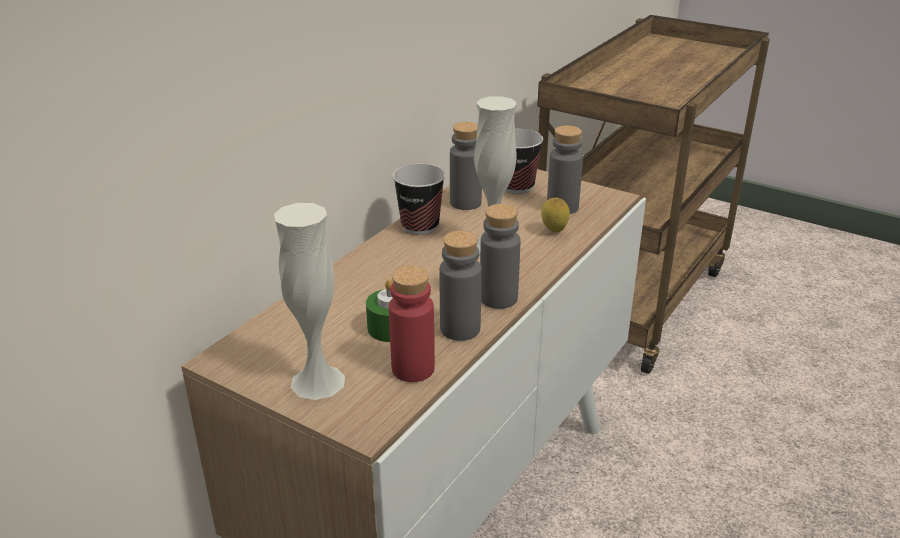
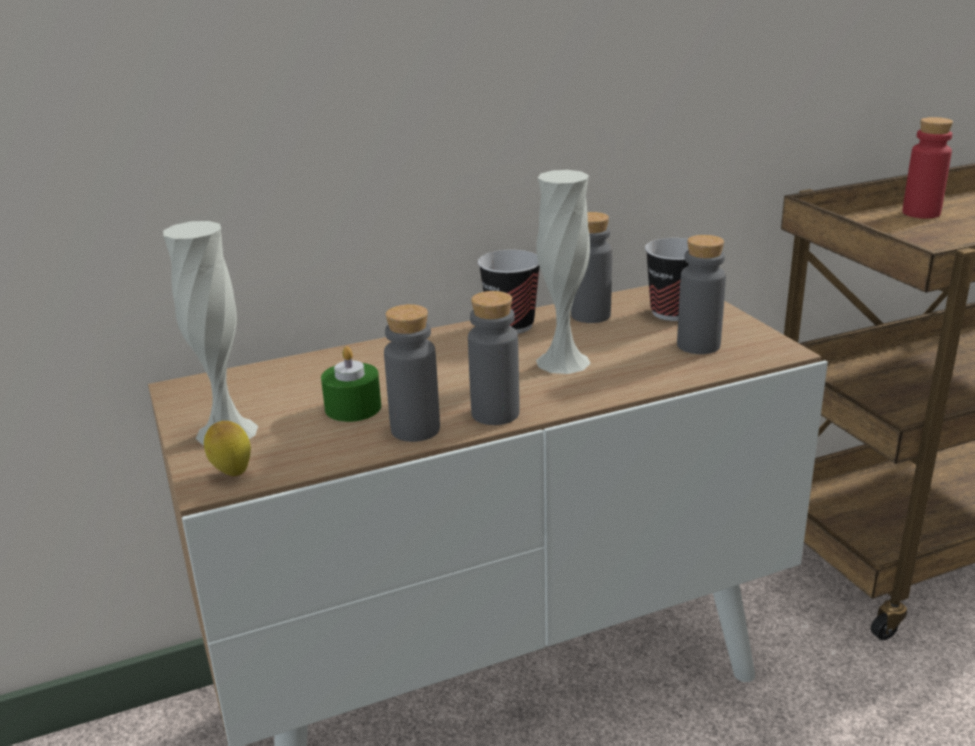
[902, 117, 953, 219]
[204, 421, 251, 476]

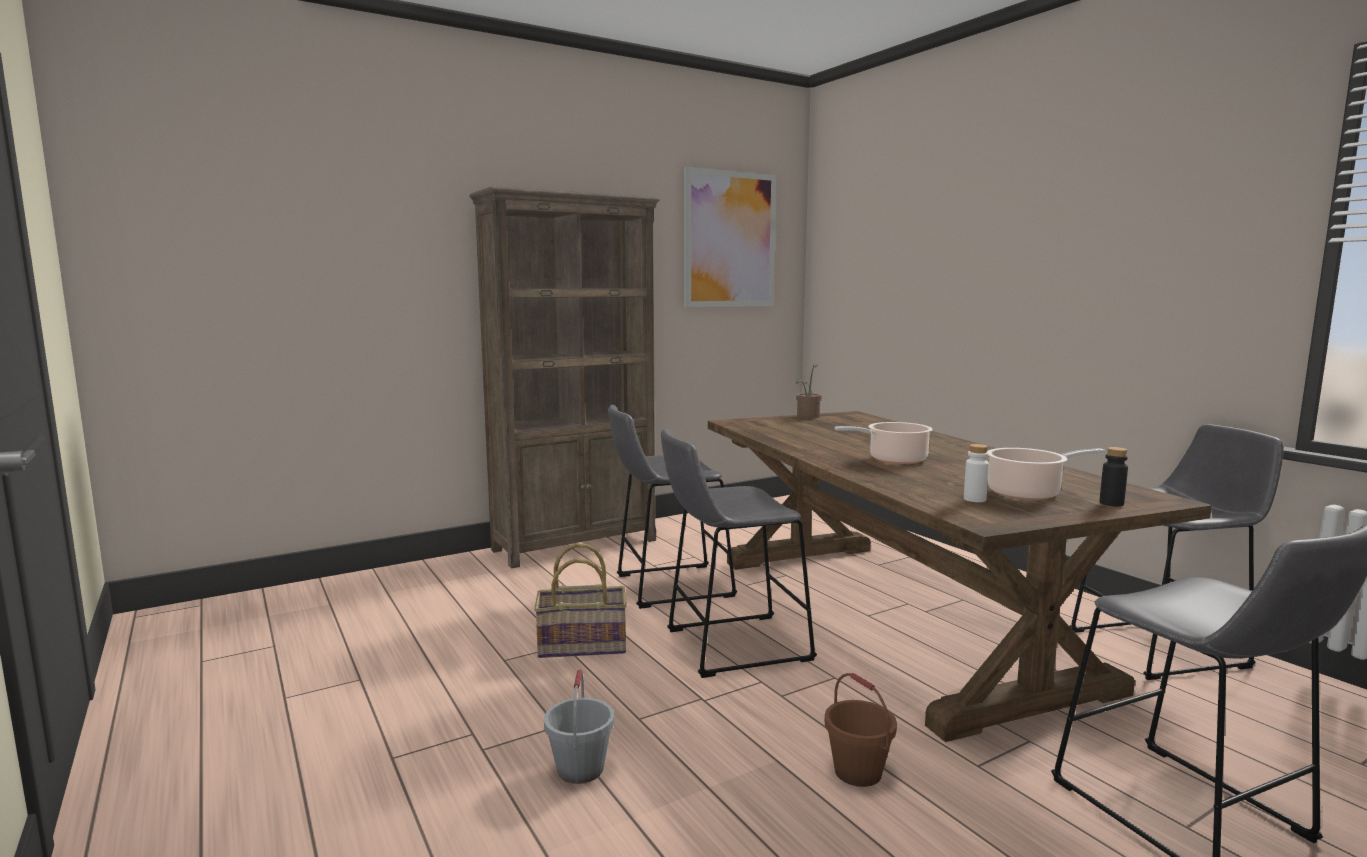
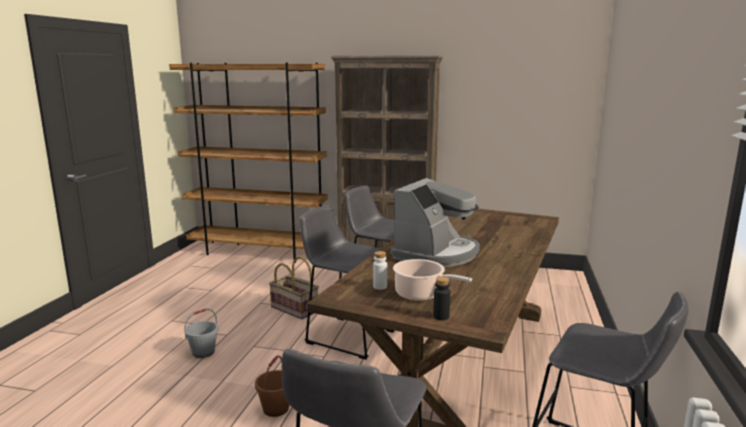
[684, 167, 776, 307] (first image)
[796, 364, 822, 419] (first image)
[391, 178, 480, 267]
[169, 62, 328, 263]

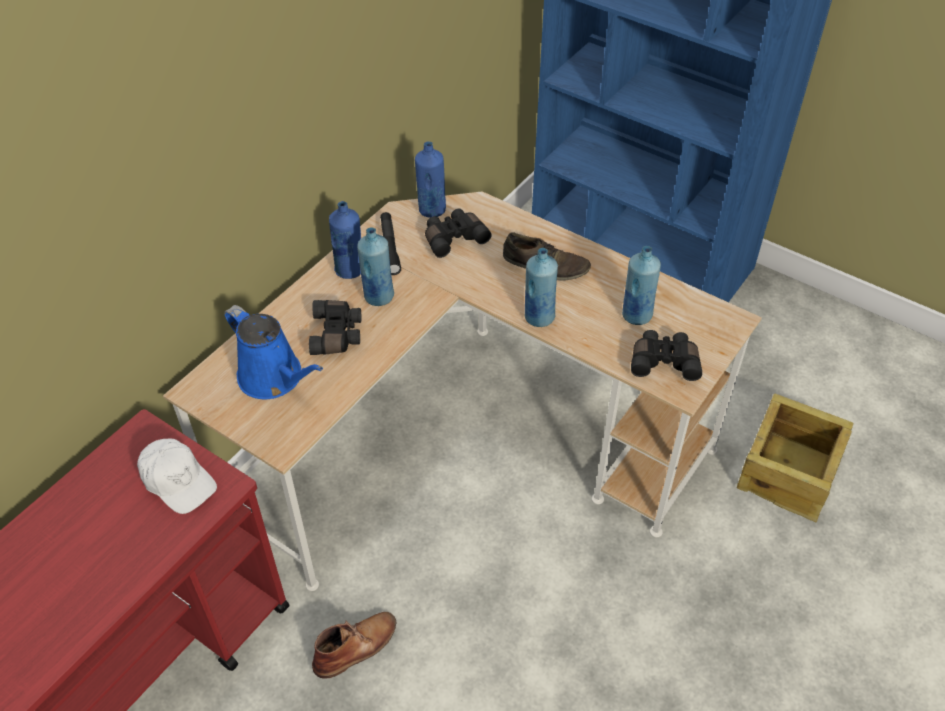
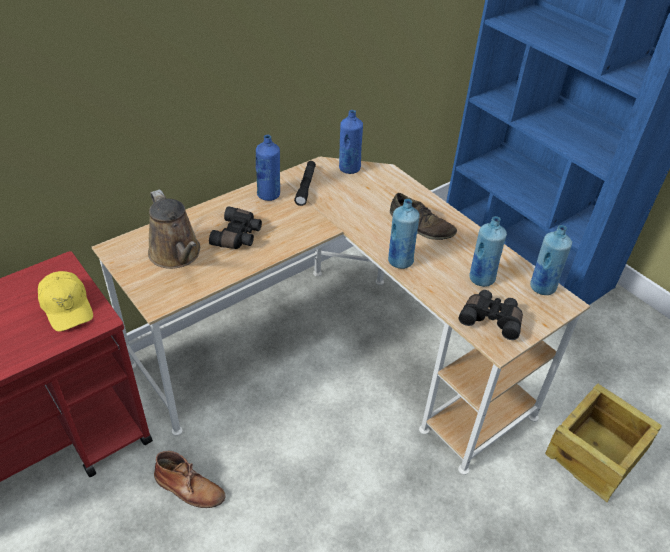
[38, 271, 93, 331]
[148, 189, 200, 269]
[154, 451, 226, 508]
[530, 225, 572, 295]
[425, 209, 492, 258] (first image)

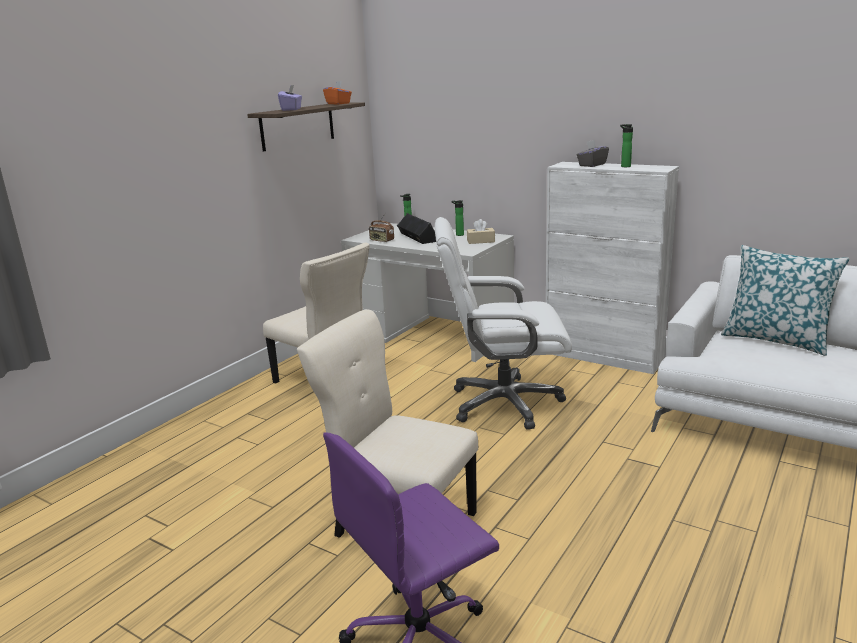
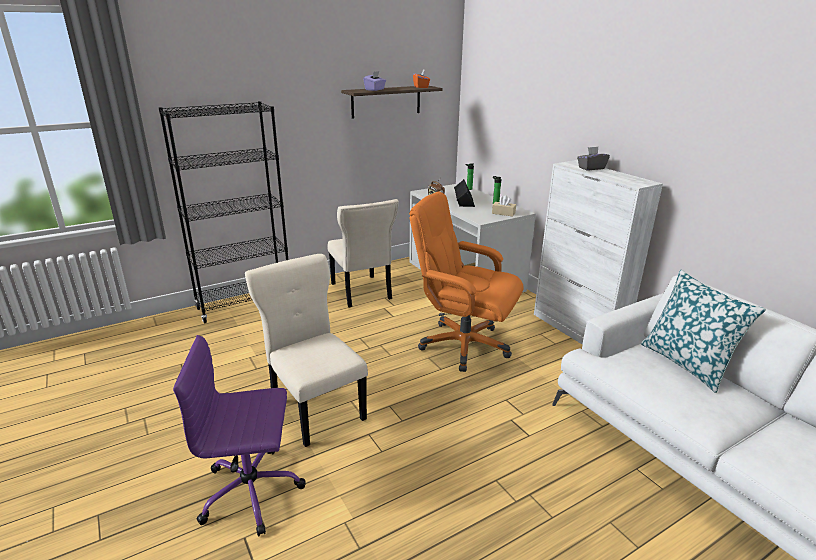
[409, 192, 524, 372]
[620, 124, 633, 167] (first image)
[159, 101, 289, 323]

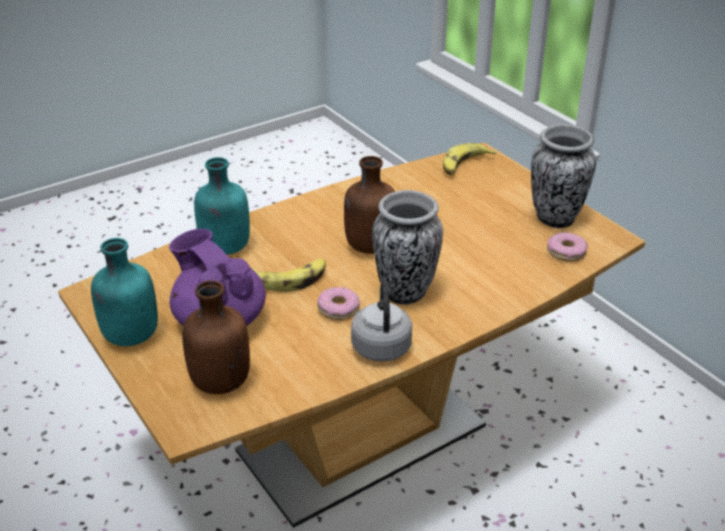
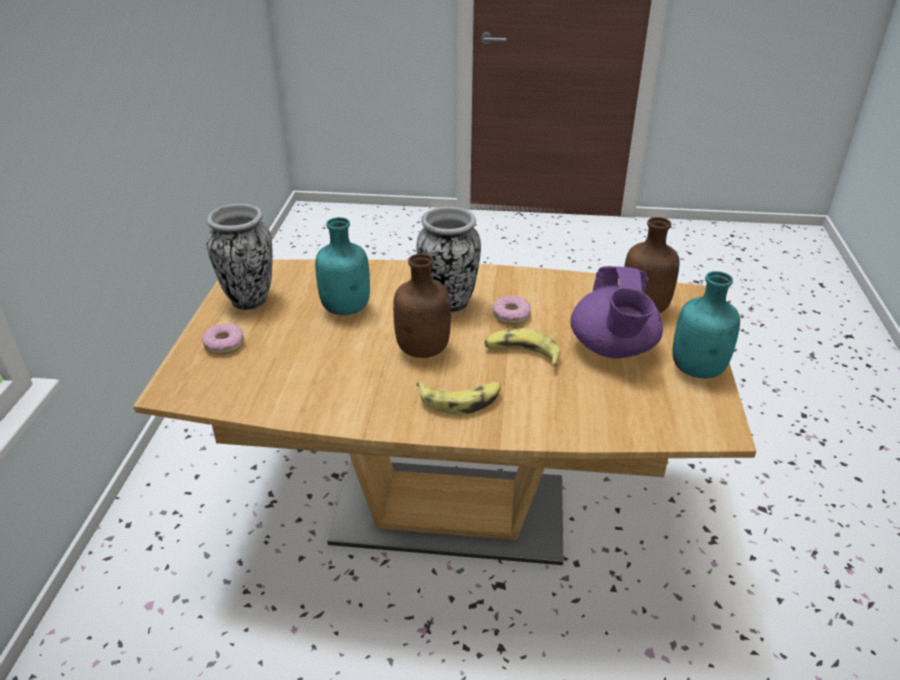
[315, 217, 370, 315]
[351, 281, 412, 362] (first image)
[417, 381, 501, 414]
[202, 324, 244, 355]

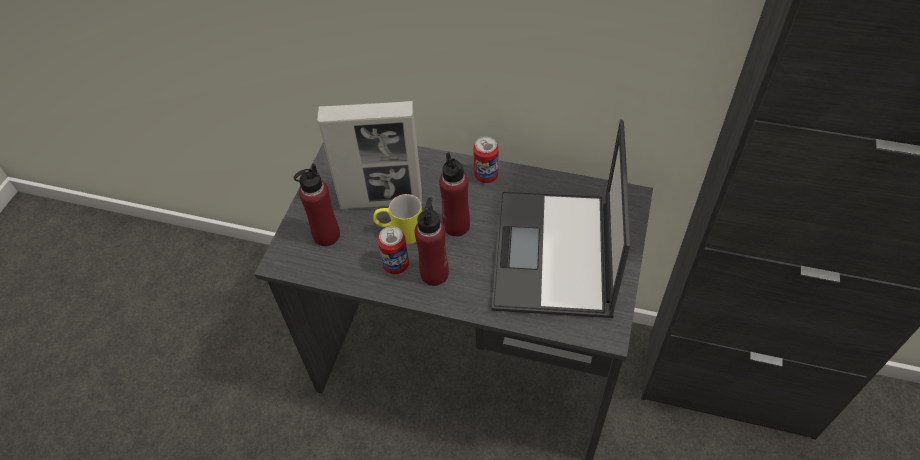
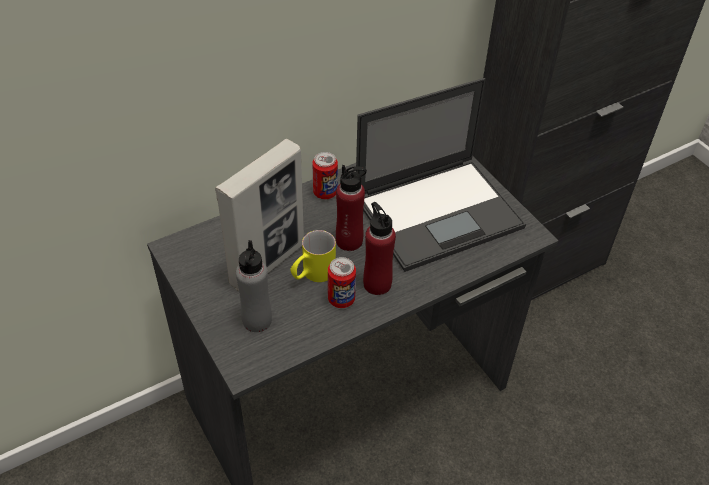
[236, 240, 272, 332]
[356, 78, 526, 272]

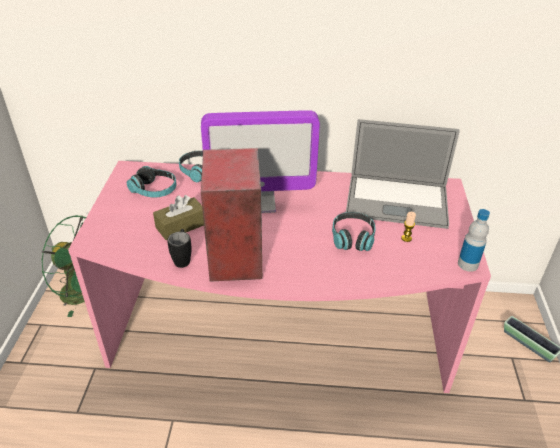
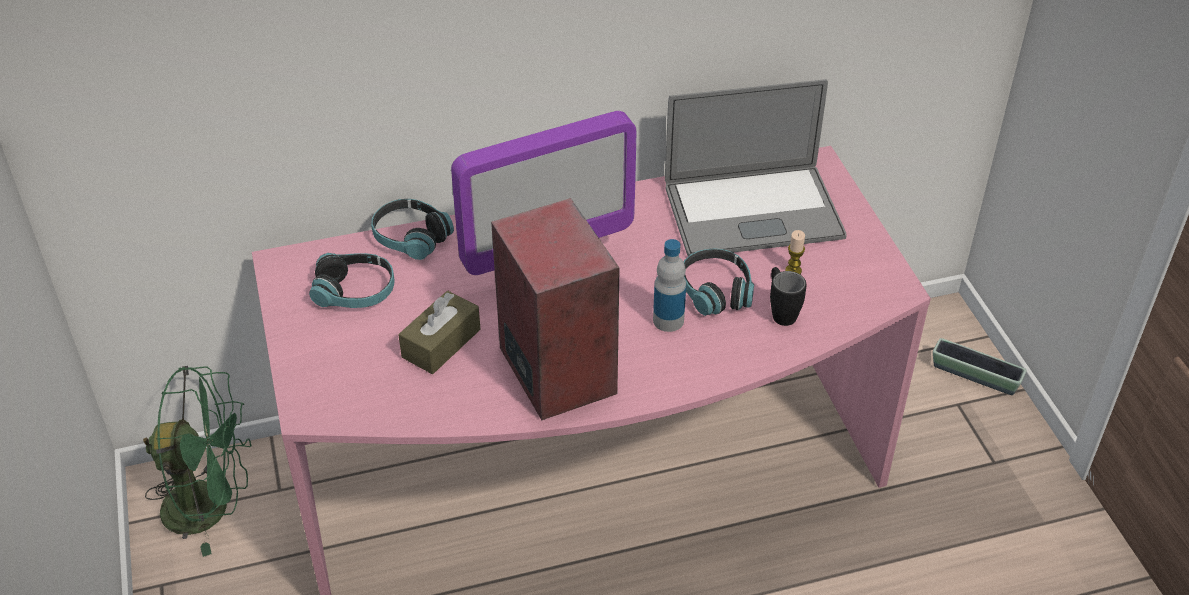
[770, 267, 806, 326]
[653, 239, 686, 332]

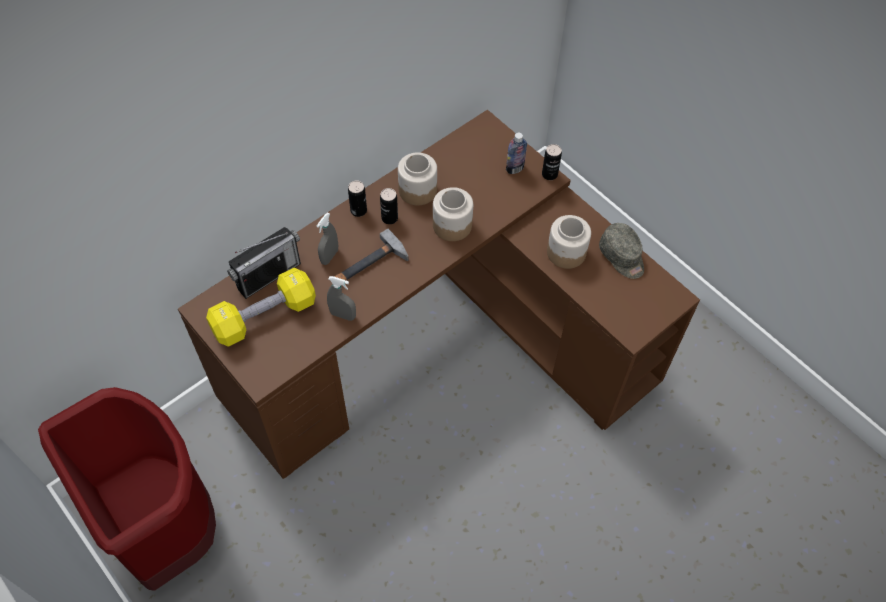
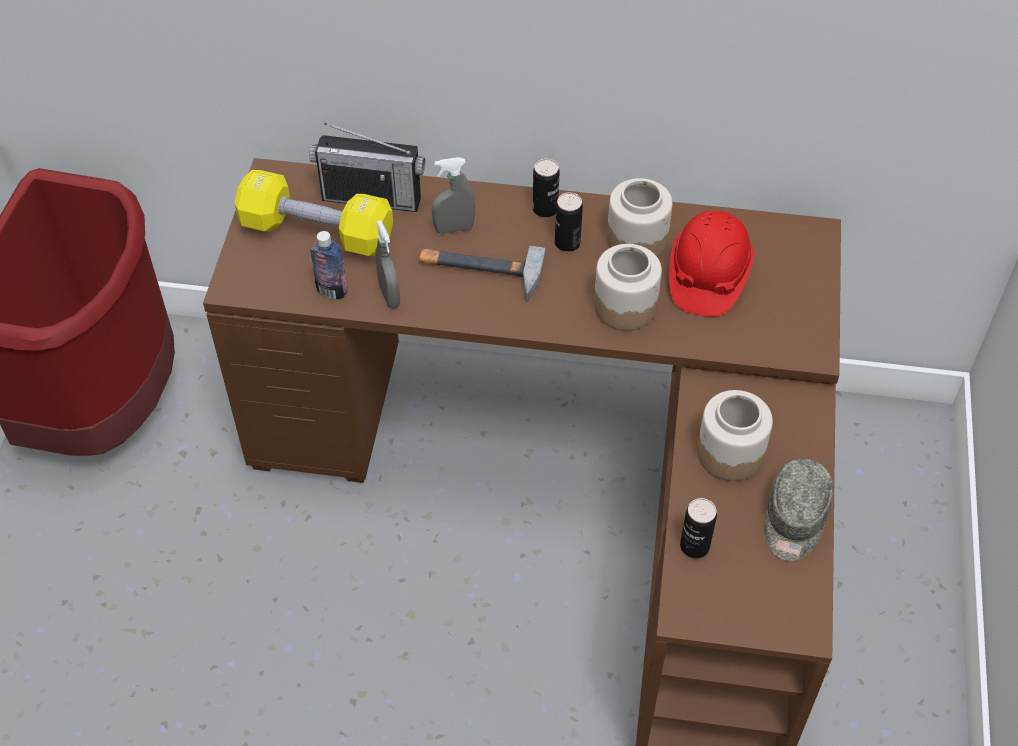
[310, 231, 348, 299]
[680, 498, 717, 558]
[669, 211, 754, 317]

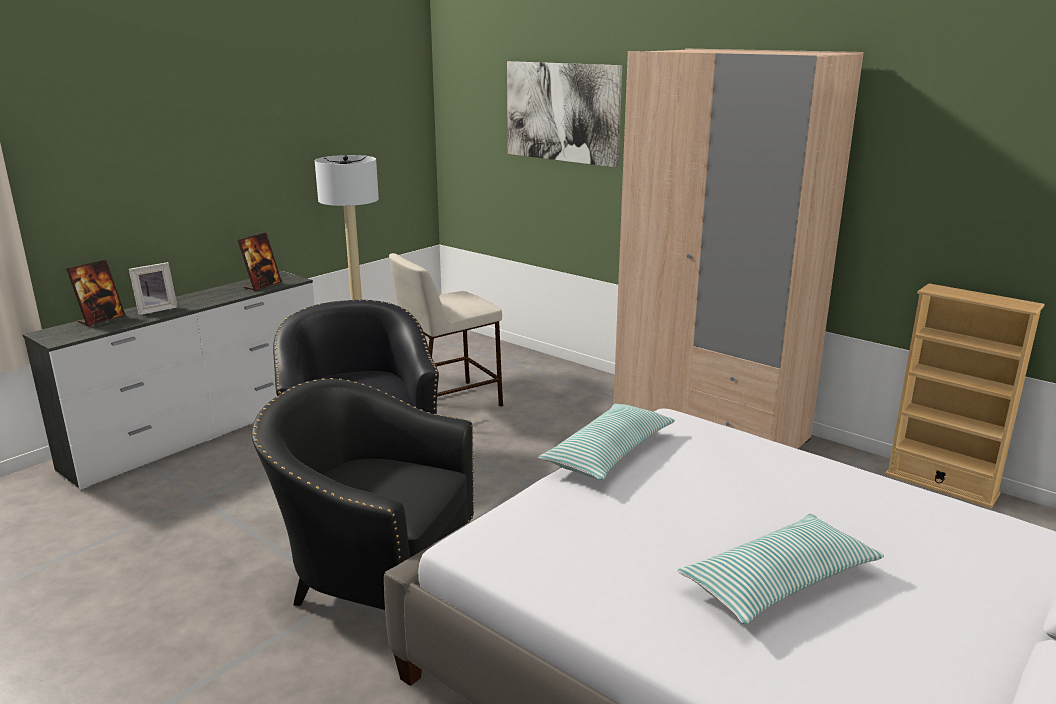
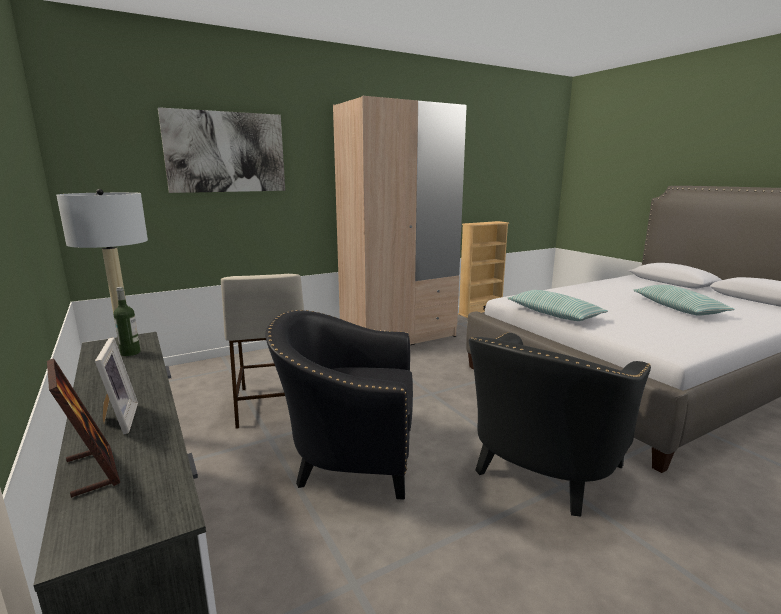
[114, 287, 141, 356]

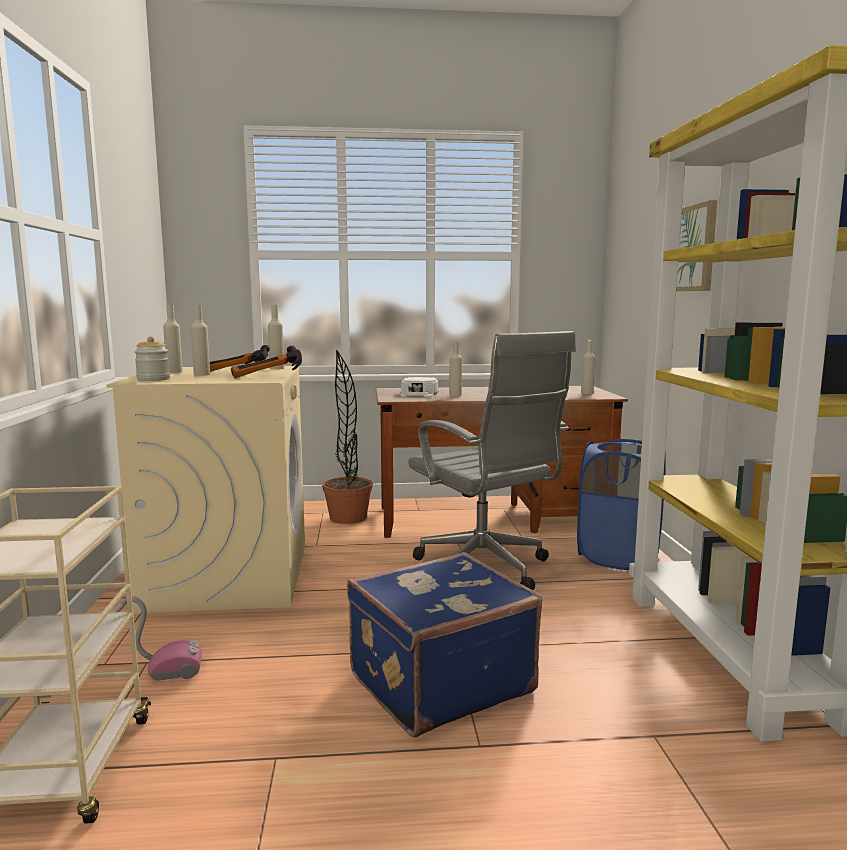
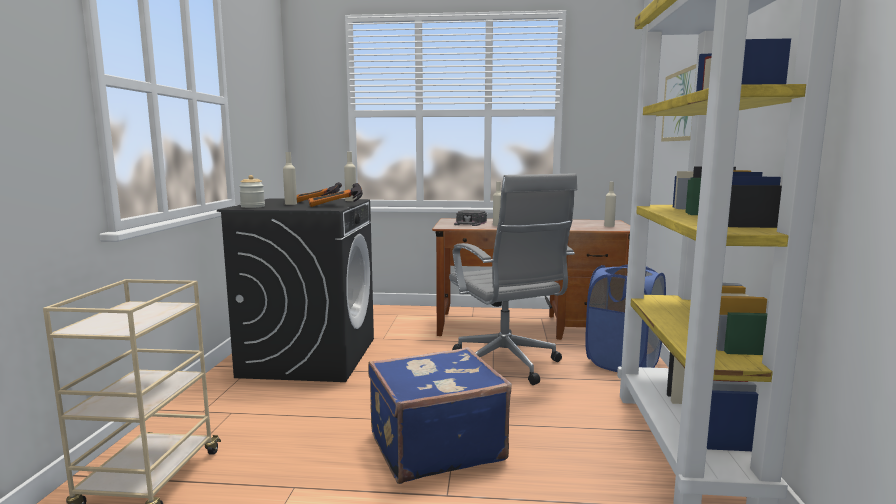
[39, 596, 202, 699] (first image)
[217, 198, 374, 382]
[163, 305, 183, 373] (first image)
[322, 349, 373, 524] (first image)
[454, 210, 487, 226]

